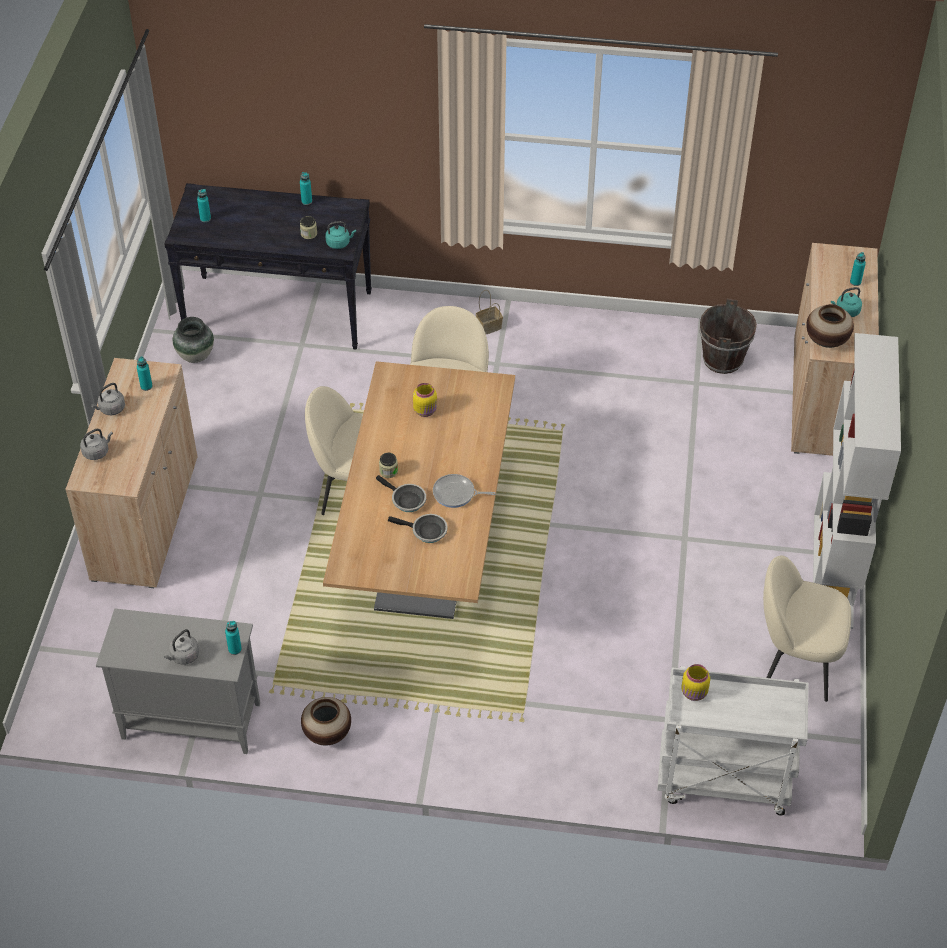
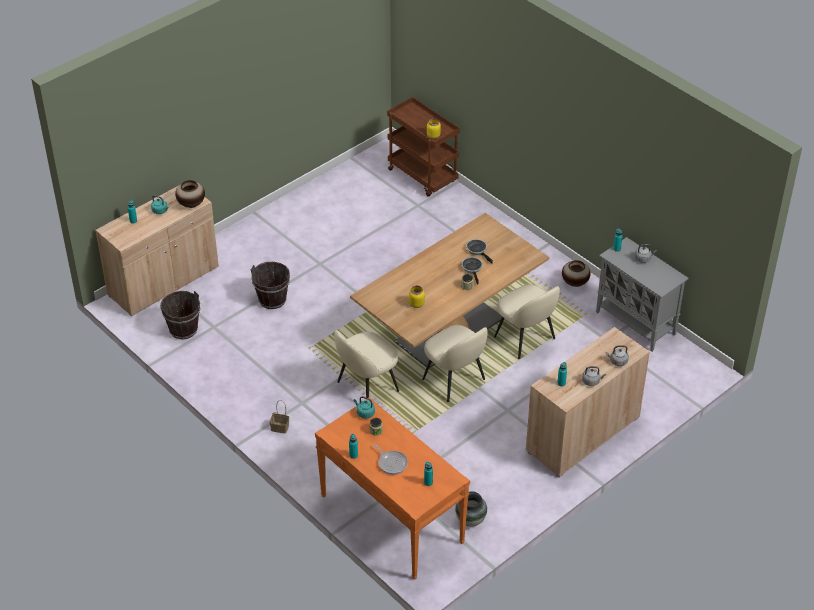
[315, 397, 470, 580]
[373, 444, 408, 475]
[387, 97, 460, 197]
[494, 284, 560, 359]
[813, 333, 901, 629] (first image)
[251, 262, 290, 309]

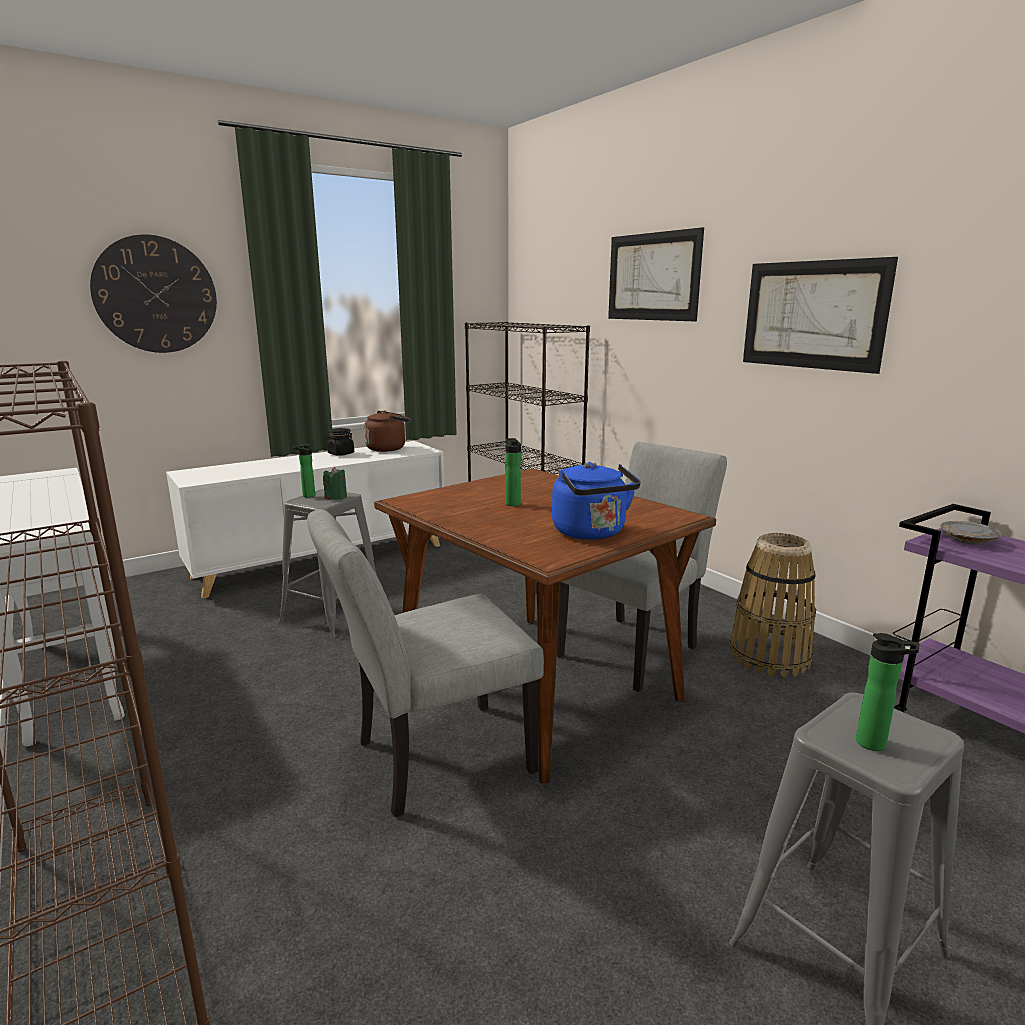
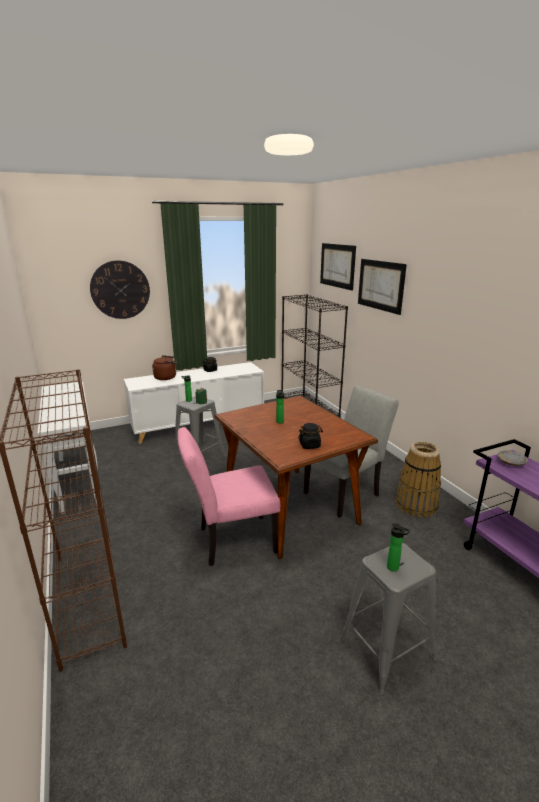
[178, 427, 280, 566]
[152, 355, 178, 380]
[298, 423, 323, 449]
[320, 243, 356, 291]

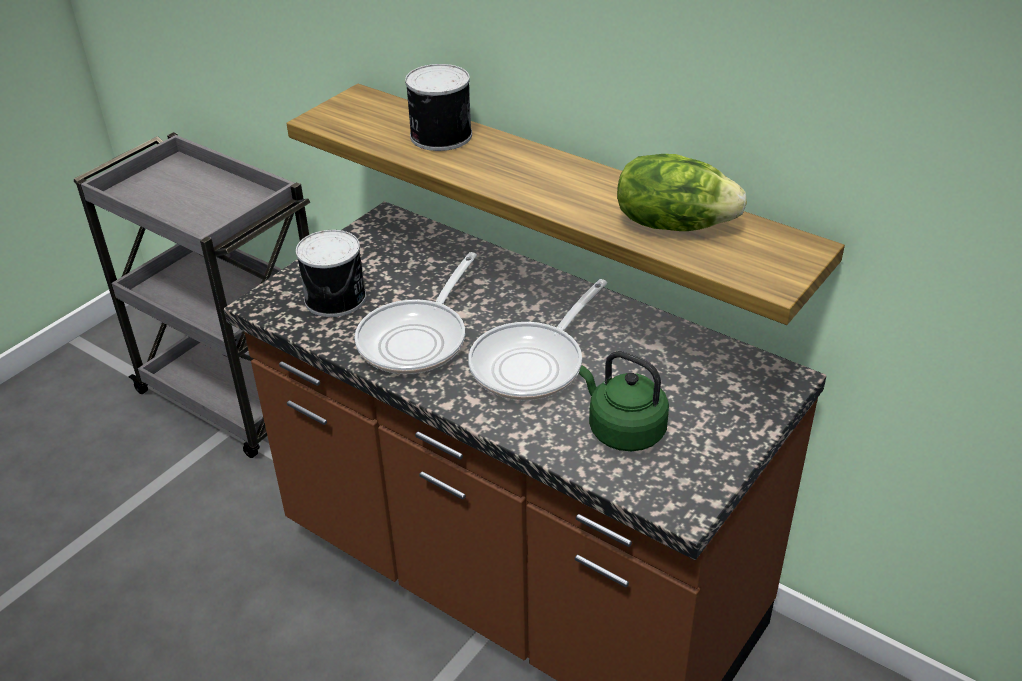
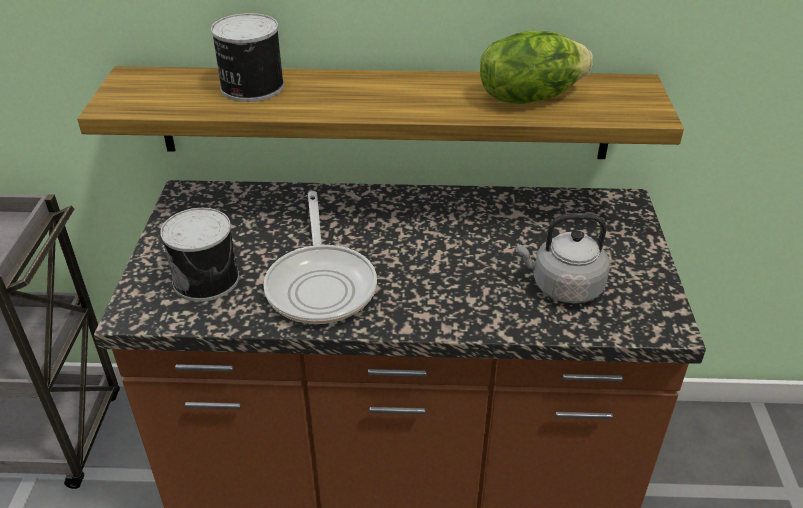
[468, 279, 607, 400] (first image)
[515, 213, 610, 303]

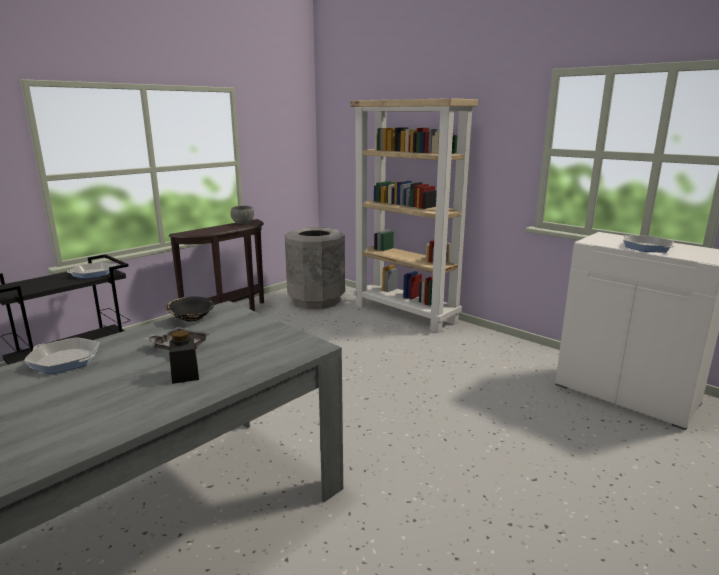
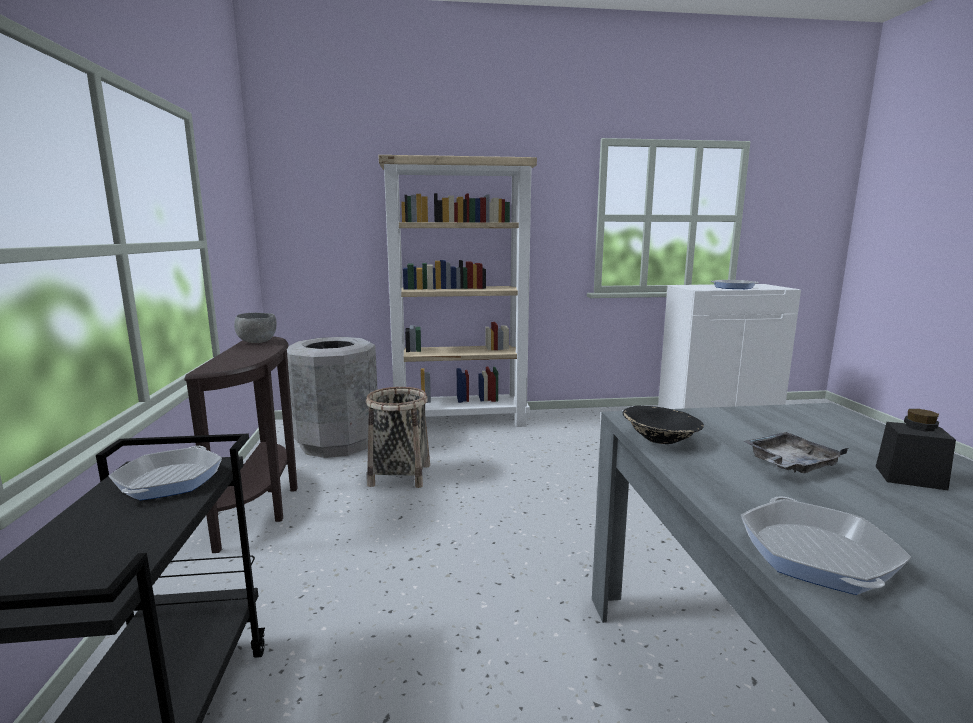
[741, 496, 911, 595]
[366, 387, 430, 488]

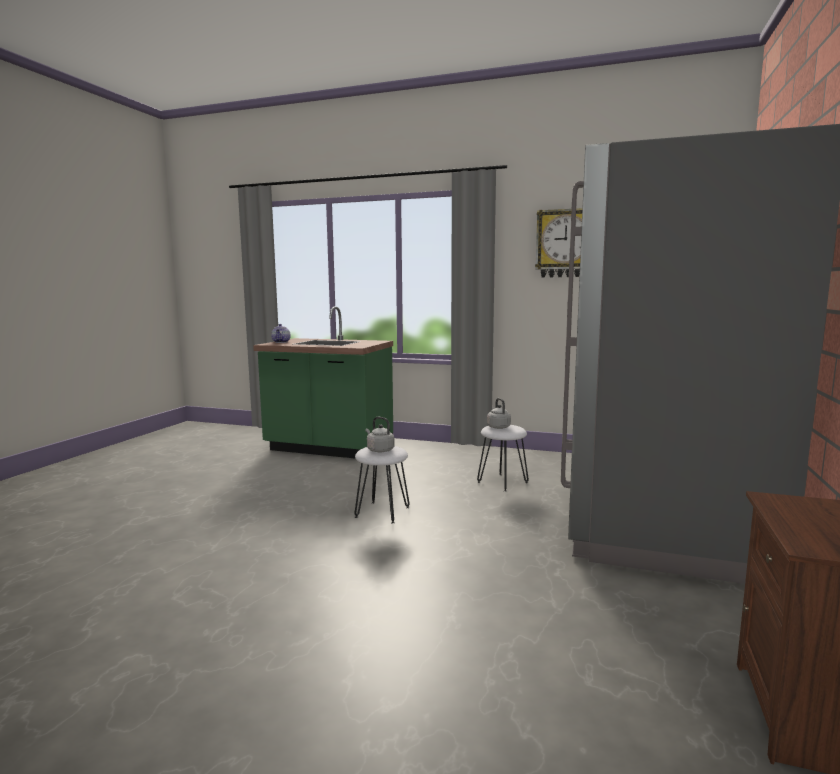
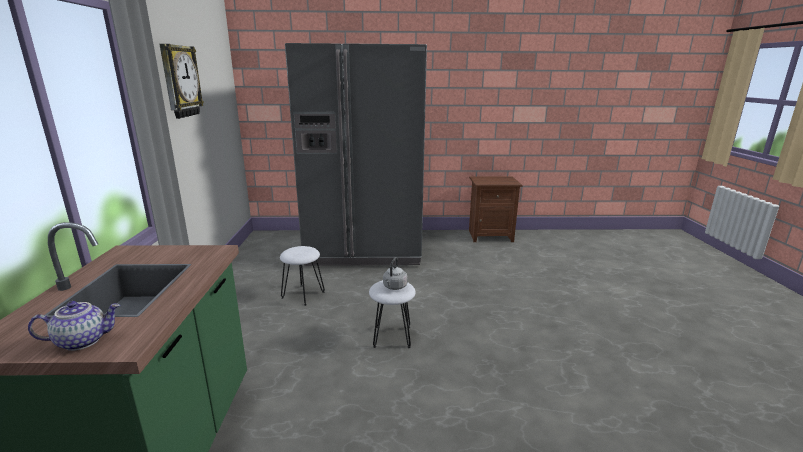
[487, 398, 511, 429] (first image)

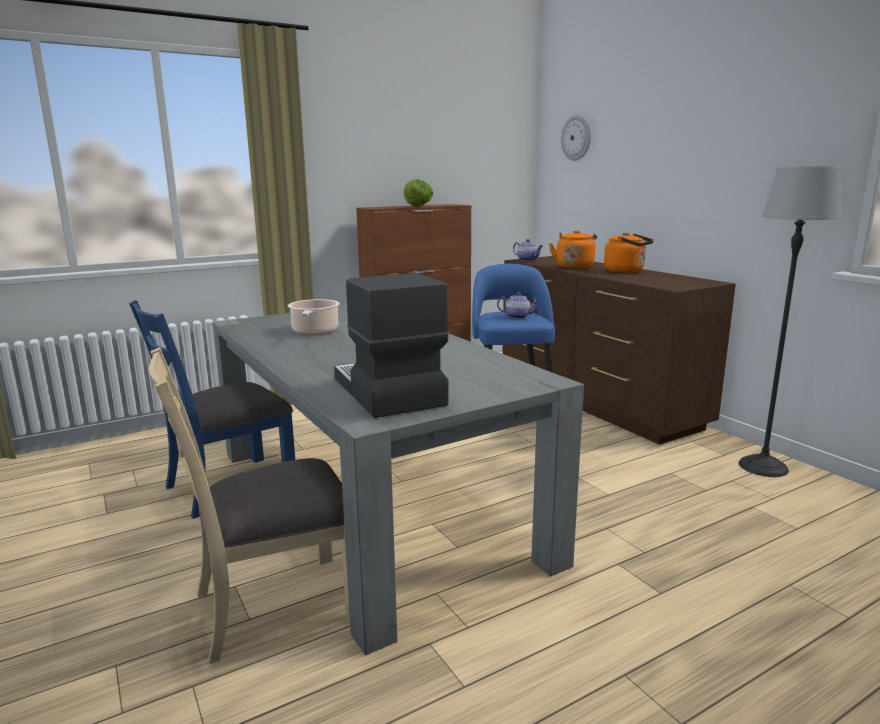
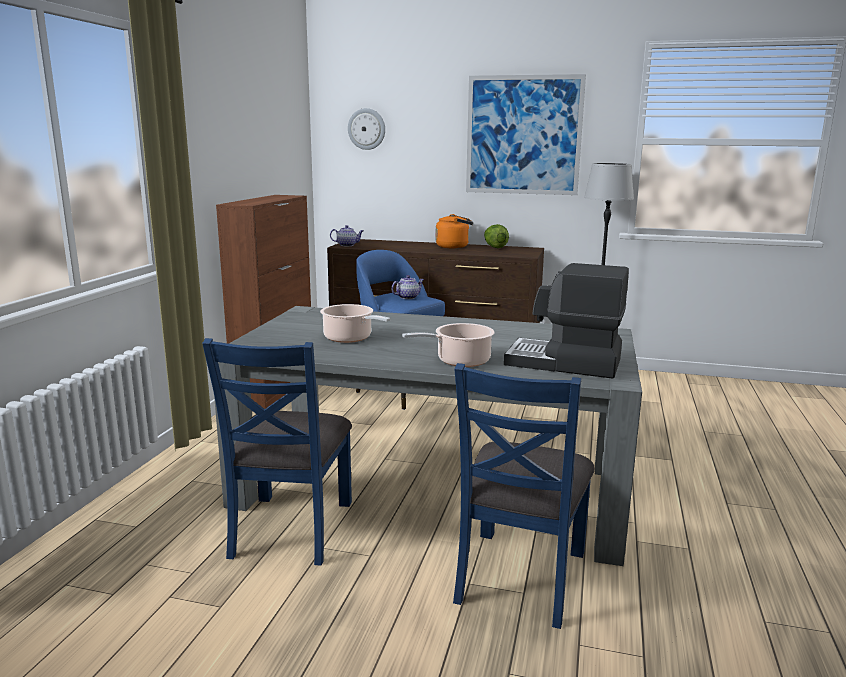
[453, 363, 595, 629]
[484, 224, 509, 248]
[549, 230, 597, 269] (first image)
[402, 323, 495, 367]
[466, 74, 586, 195]

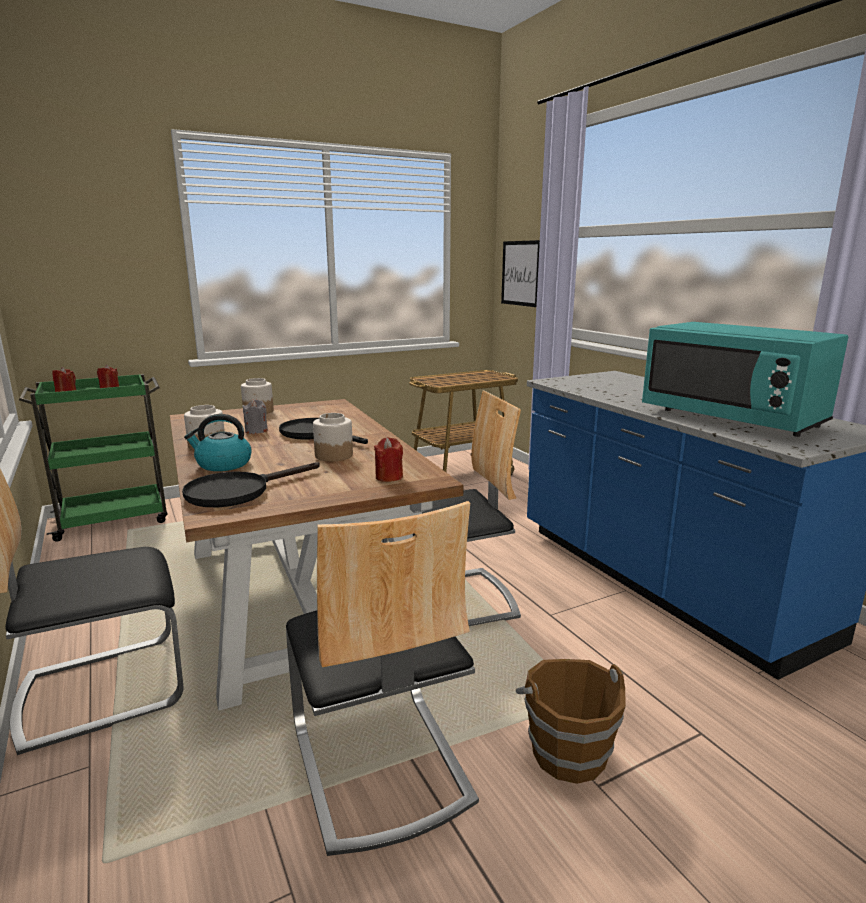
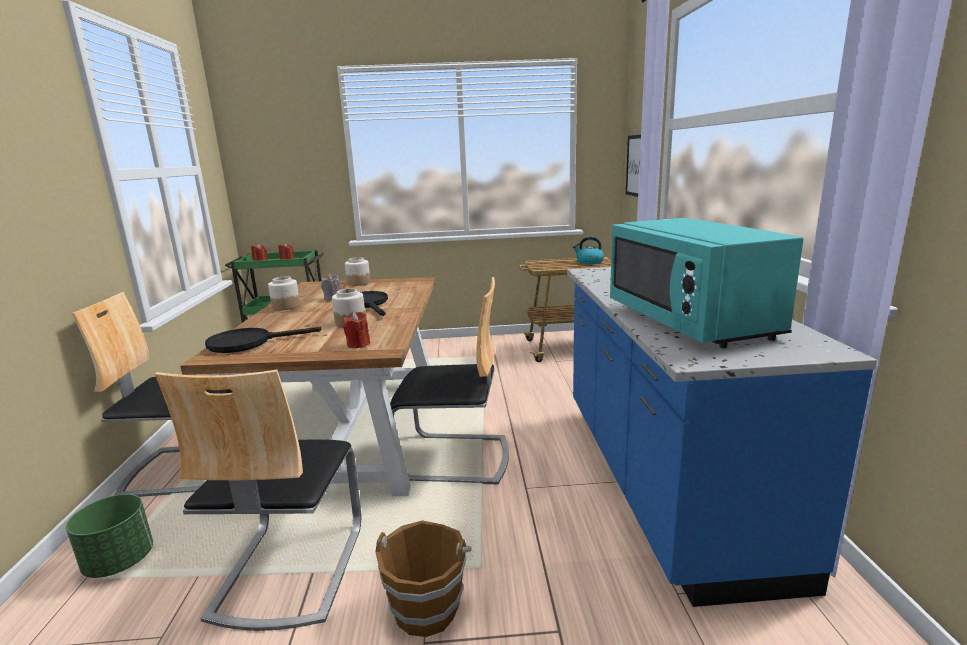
[573, 236, 604, 264]
[66, 494, 153, 578]

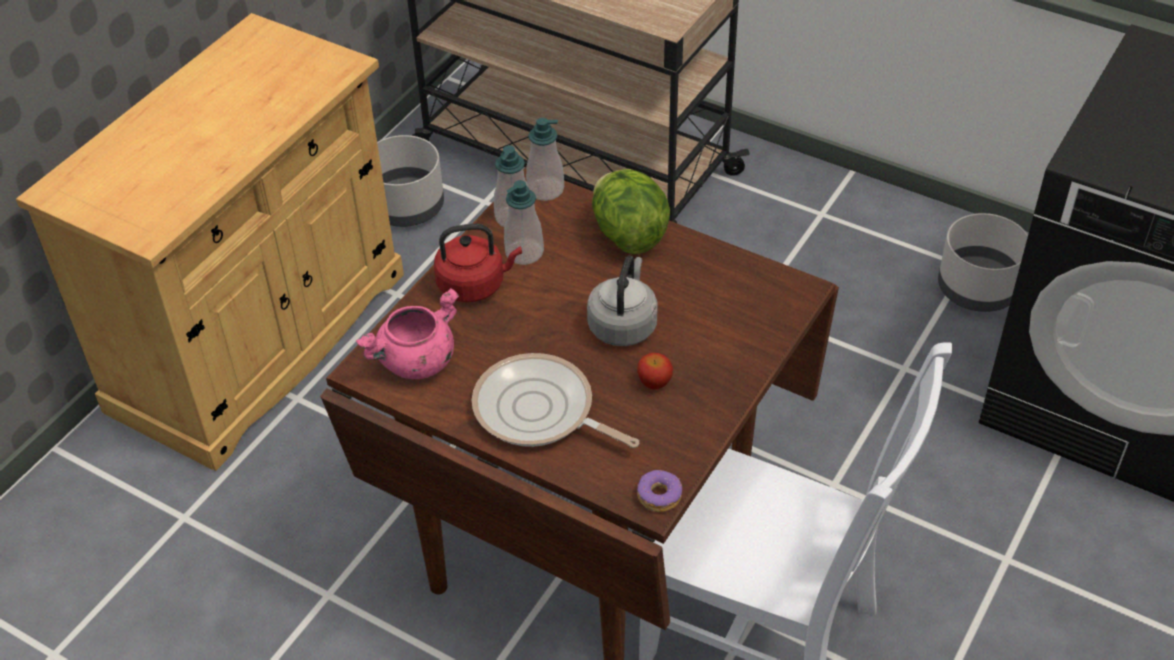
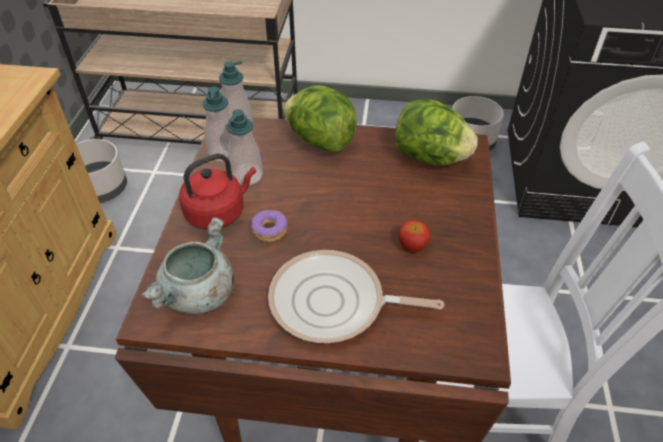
[141, 217, 234, 314]
[587, 255, 658, 346] (first image)
[251, 210, 287, 242]
[395, 99, 478, 166]

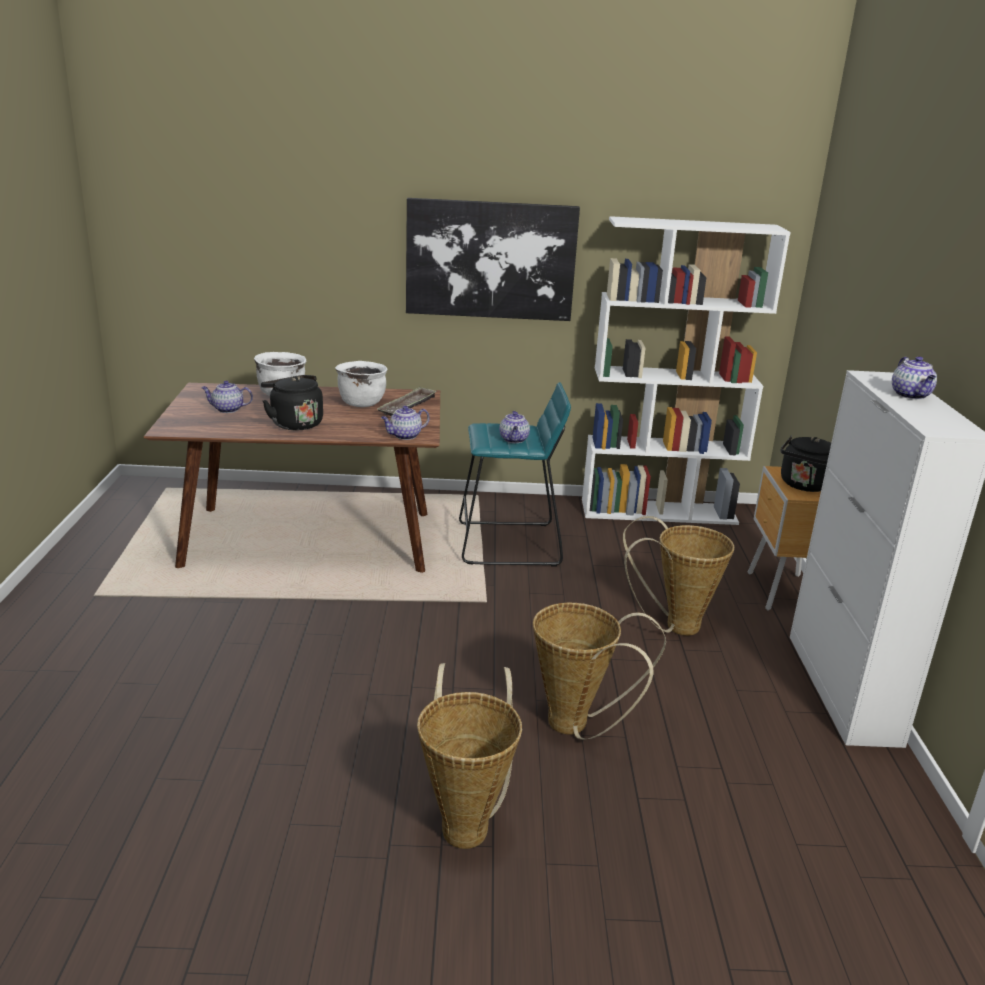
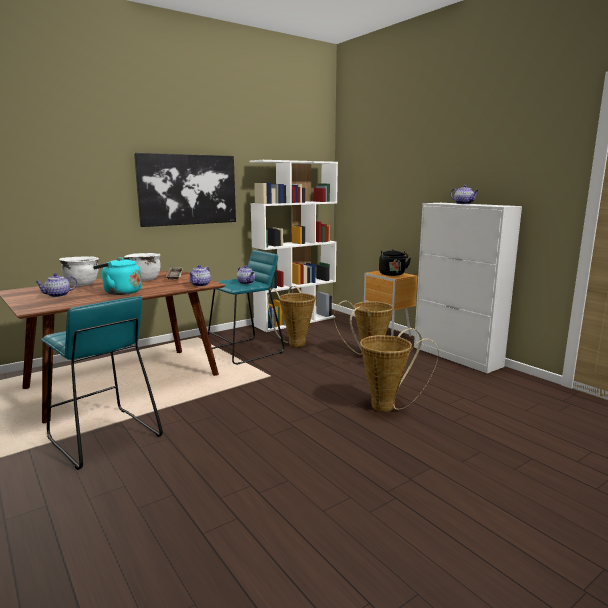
[93, 257, 142, 295]
[268, 286, 316, 347]
[41, 296, 163, 470]

